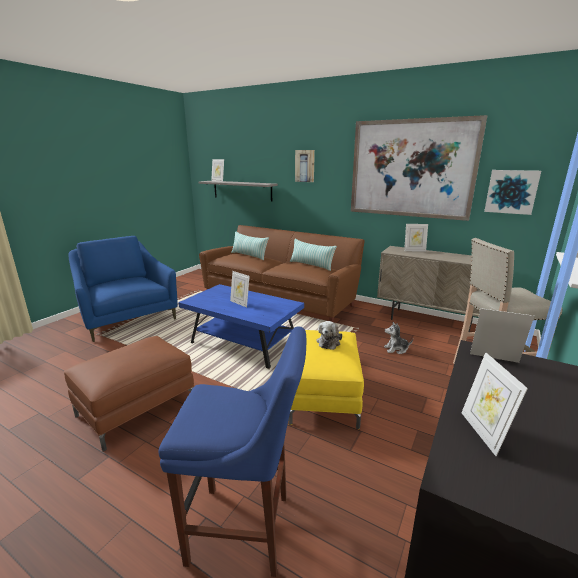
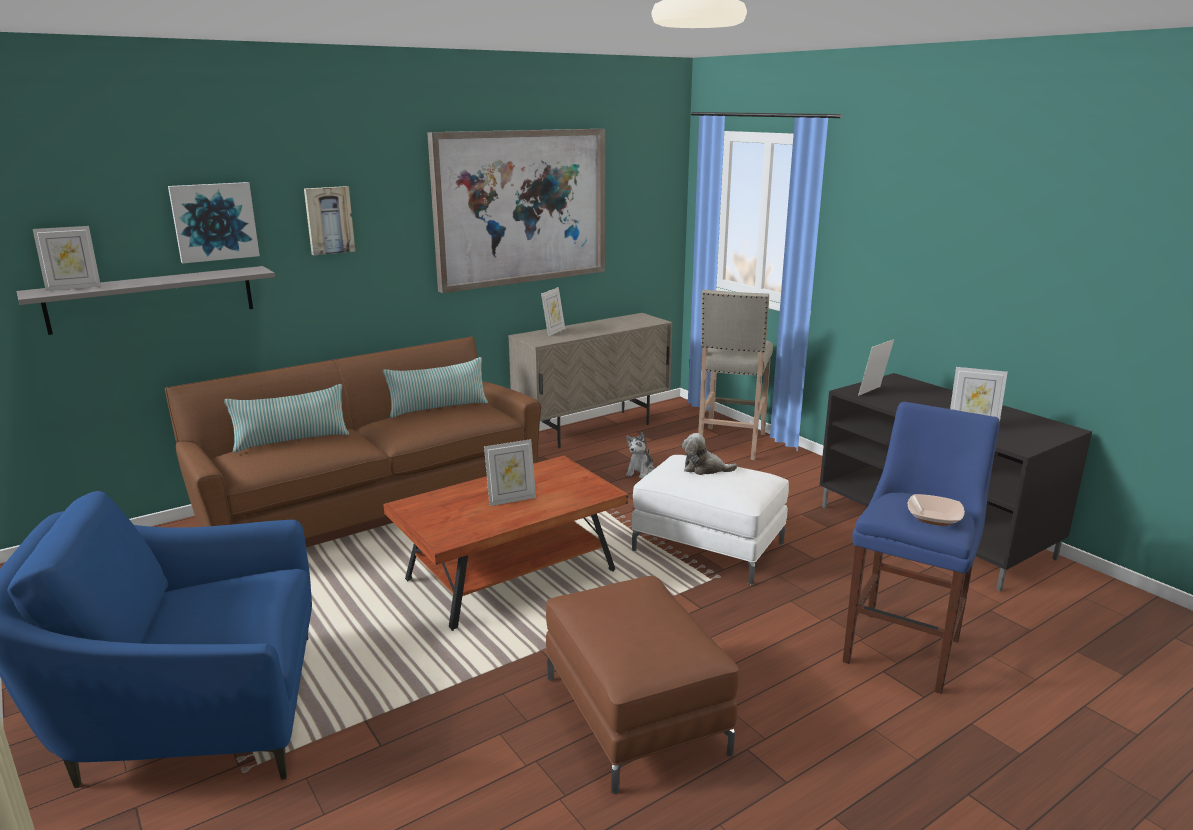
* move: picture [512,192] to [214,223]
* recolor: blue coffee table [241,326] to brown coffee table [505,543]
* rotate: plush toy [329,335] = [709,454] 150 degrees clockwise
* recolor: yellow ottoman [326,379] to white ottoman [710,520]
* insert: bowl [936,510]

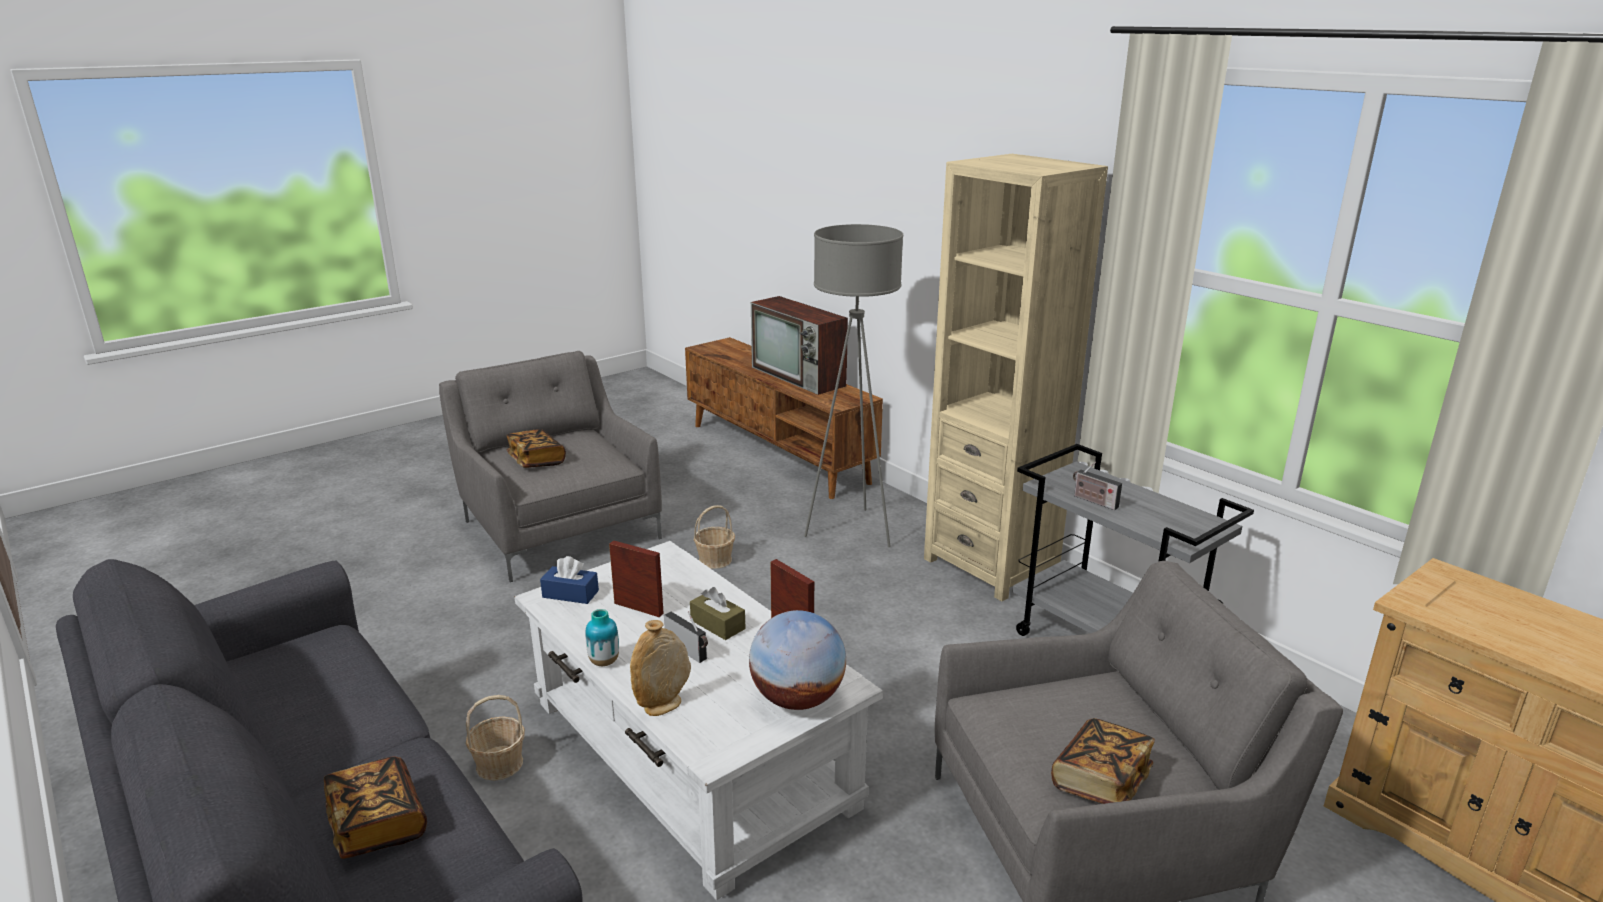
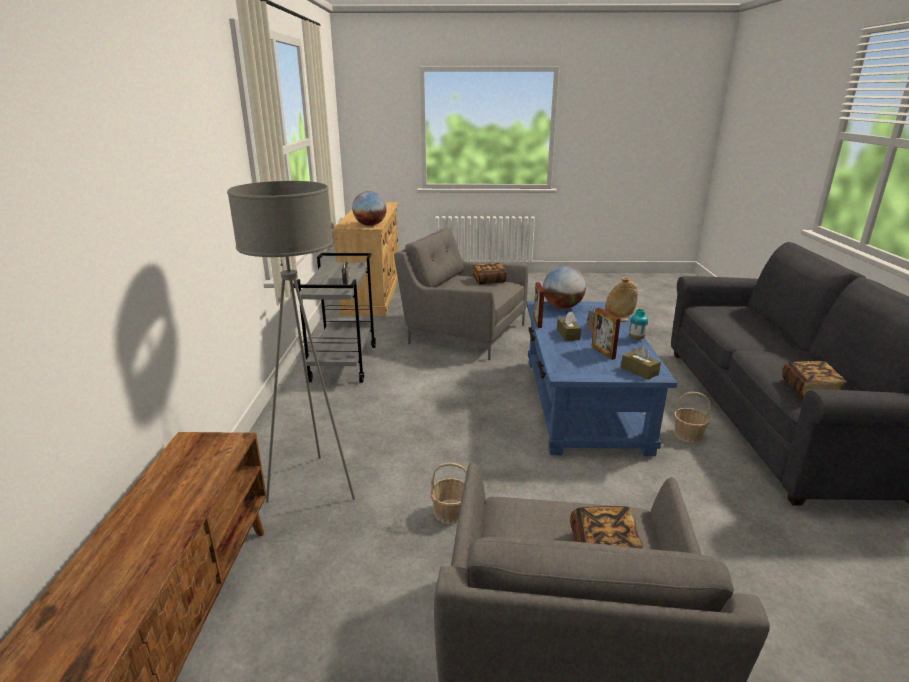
* delete: beige bookcase [1016,377]
* delete: television [799,345]
* recolor: white coffee table [698,720] to blue coffee table [602,378]
* recolor: blue tissue box [569,580] to brown tissue box [641,363]
* move: book [375,807] to [814,380]
* insert: globe [369,208]

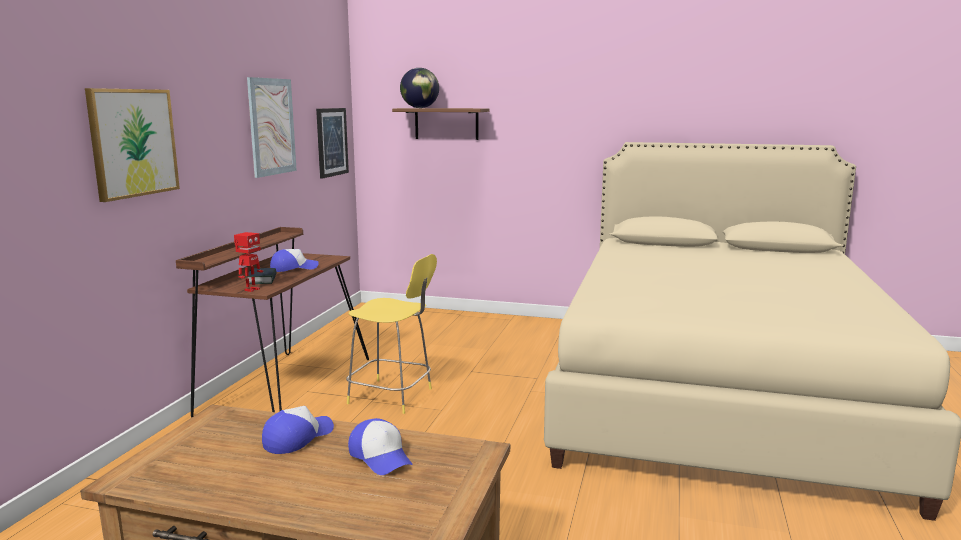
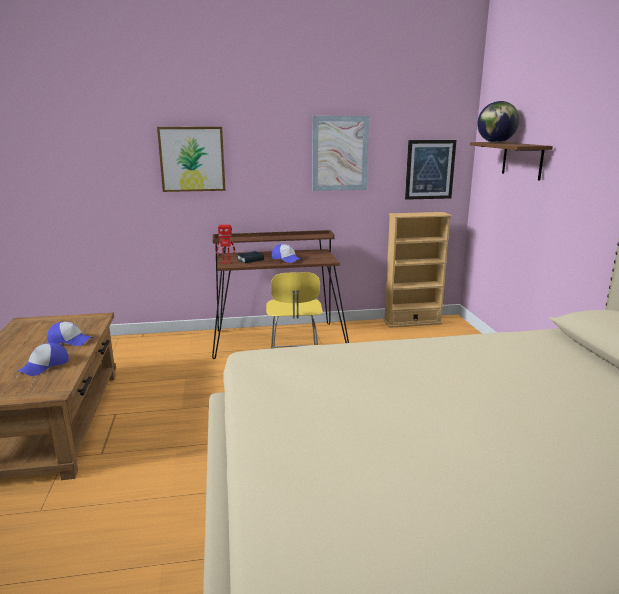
* insert: beige bookcase [418,270]

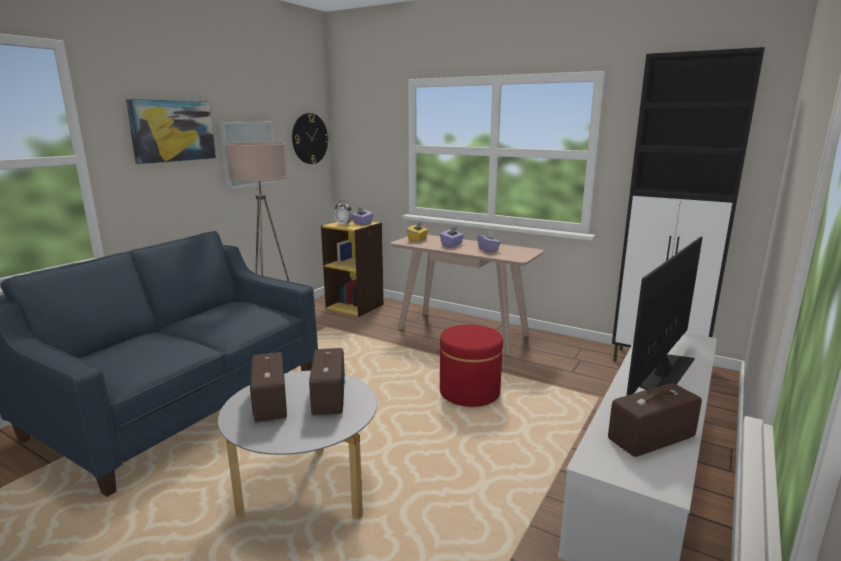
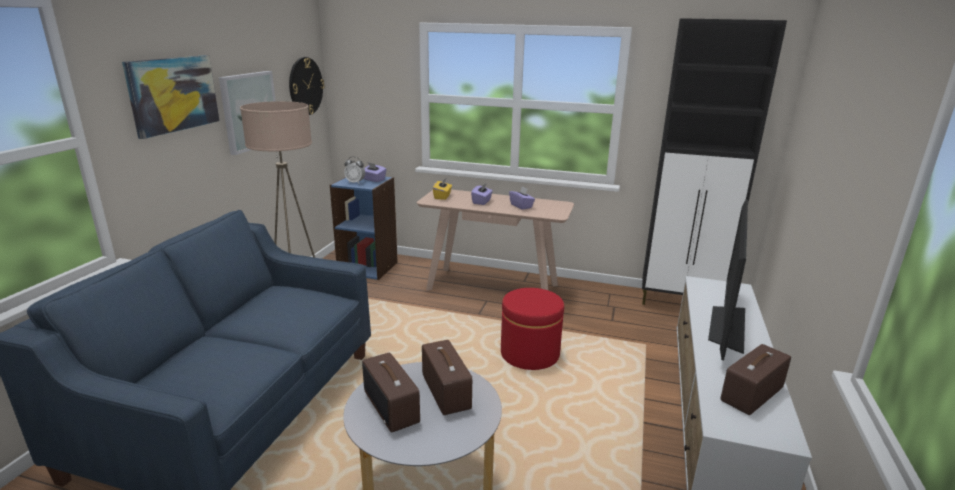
* recolor: yellow bookcase [352,268] to blue bookcase [364,228]

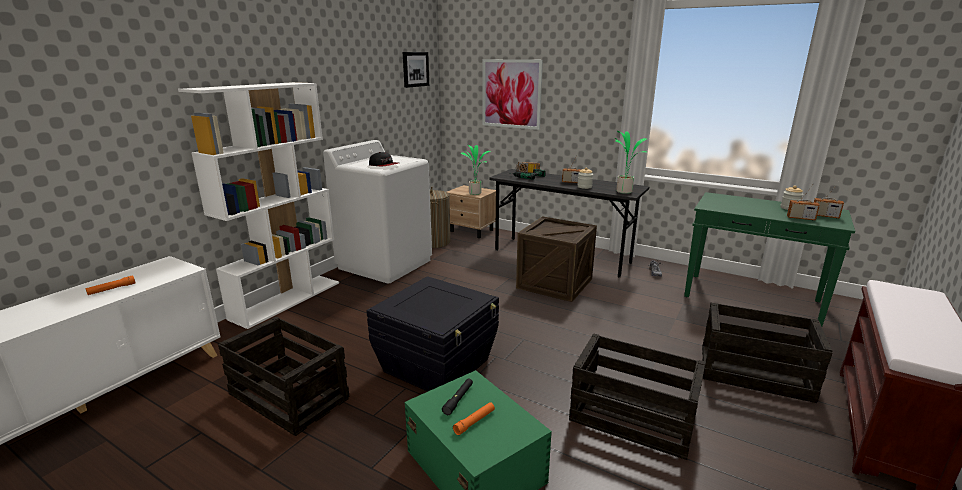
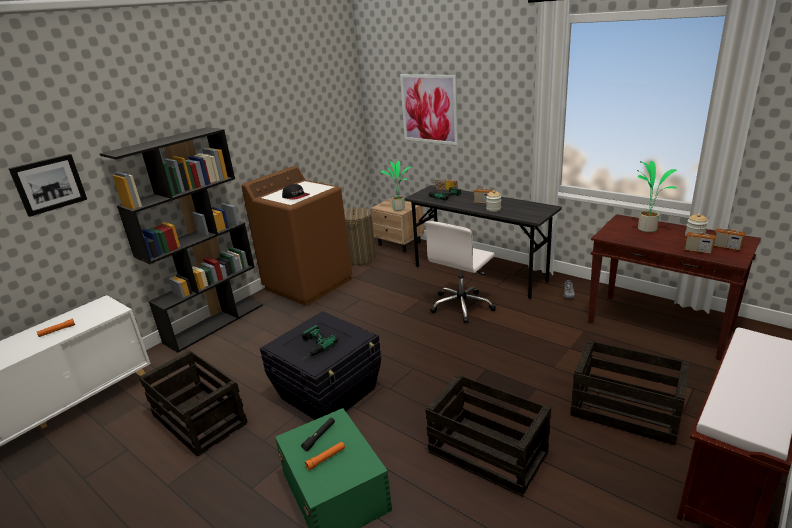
* move: picture [416,70] to [47,185]
* recolor: white bookcase [258,205] to black bookcase [181,240]
* move: potted plant [631,162] to [657,196]
* recolor: white washing machine [377,212] to brown washing machine [296,236]
* recolor: green console table [769,259] to brown console table [674,287]
* replace: crate [556,259] to white office chair [460,272]
* insert: power drill [320,342]

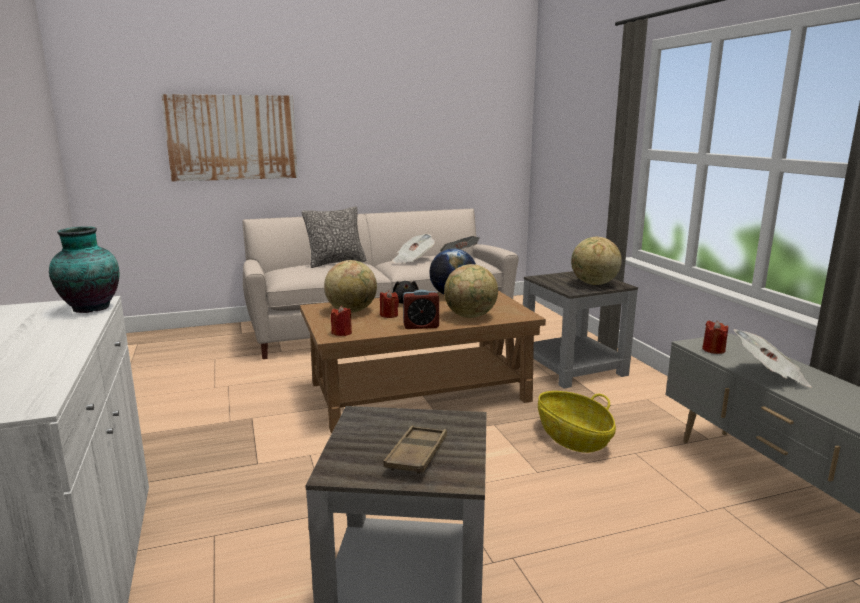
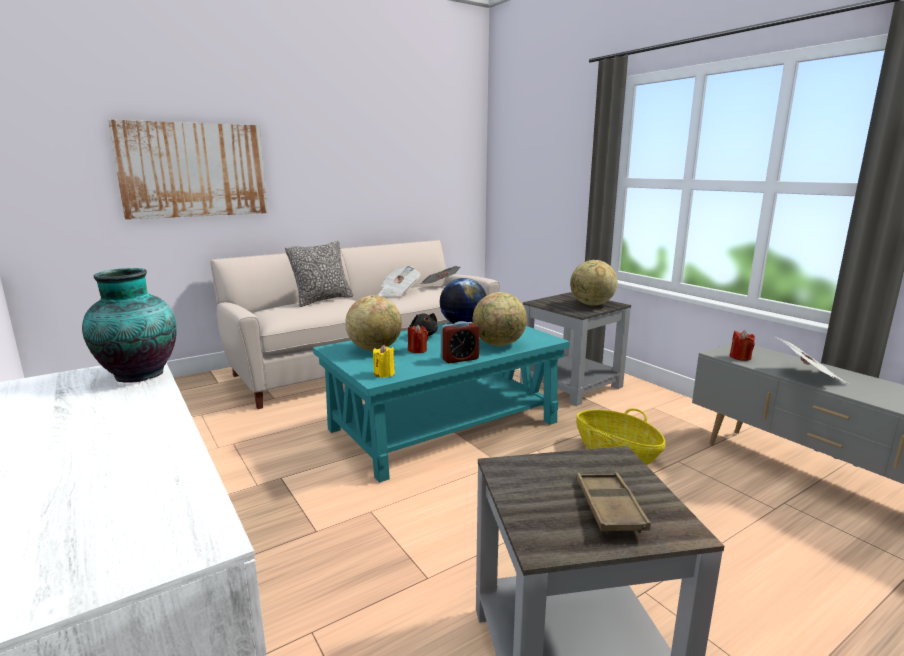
* recolor: brown coffee table [423,361] to turquoise coffee table [441,402]
* recolor: red candle [341,321] to yellow candle [384,360]

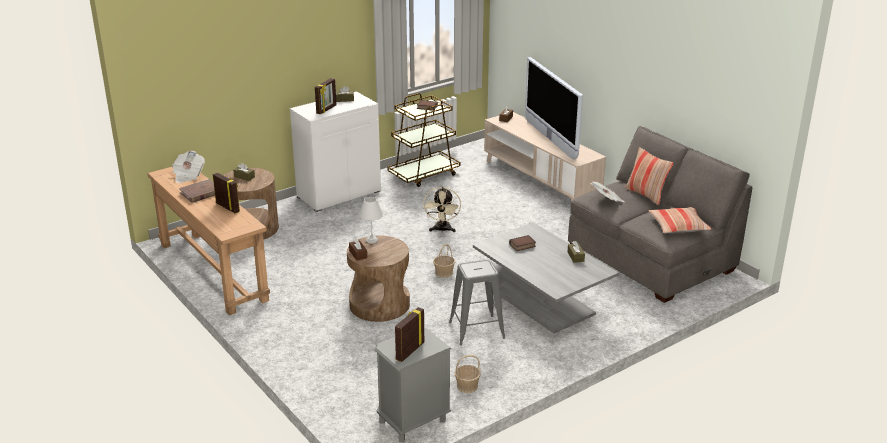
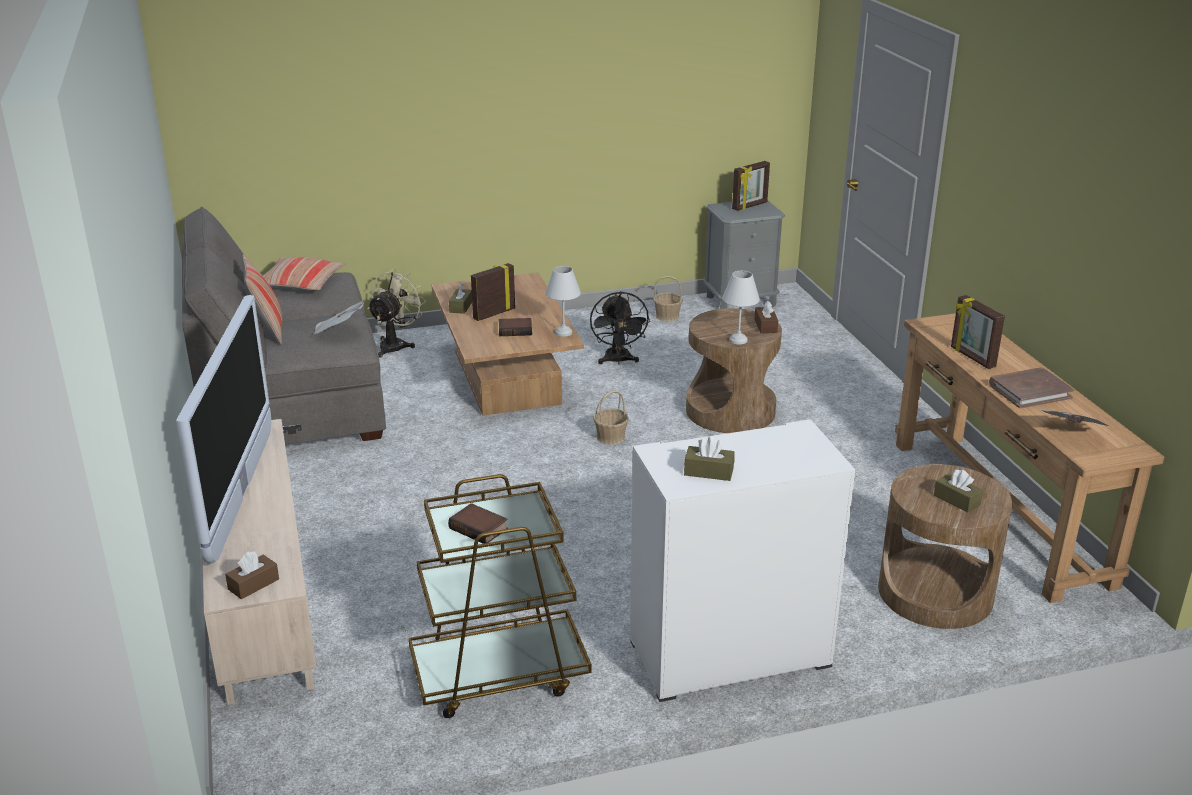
* move: picture frame [325,96] to [493,292]
* move: beige fan [442,209] to [396,313]
* recolor: grey coffee table [546,277] to brown coffee table [508,344]
* replace: grey stool [477,302] to black fan [620,327]
* insert: white table lamp [563,301]

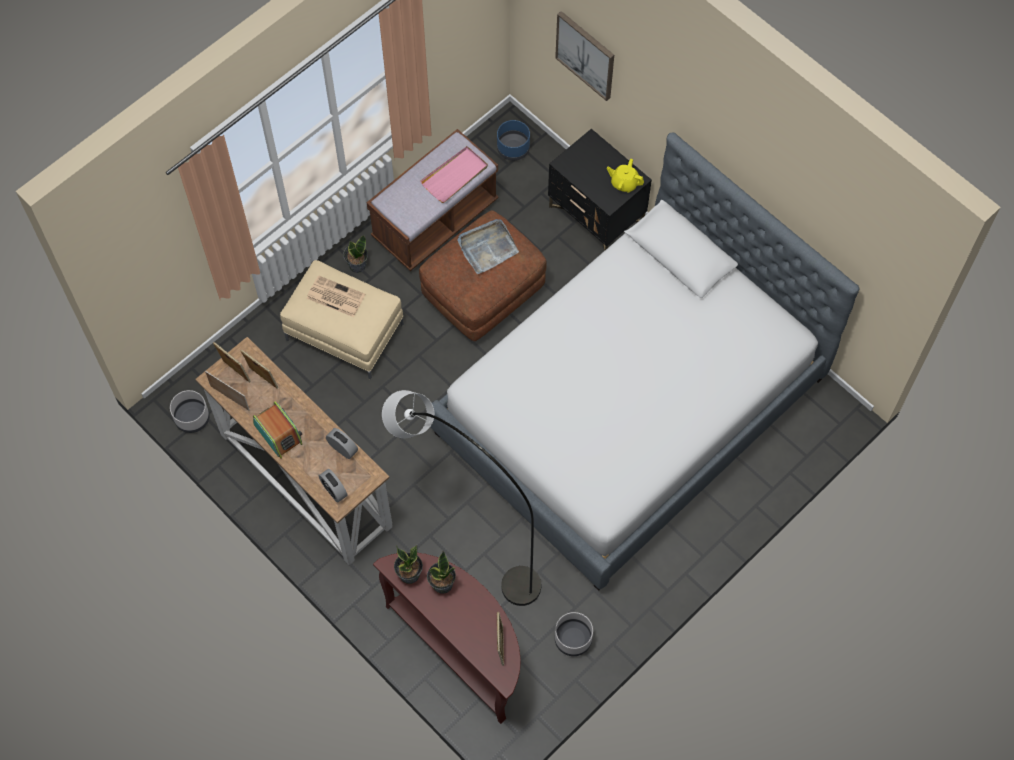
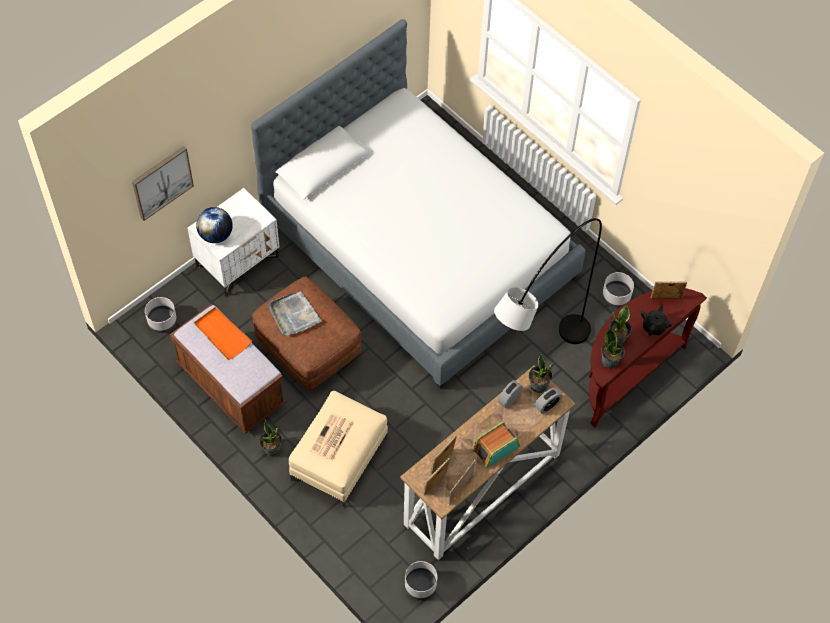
* recolor: blue planter [513,140] to grey planter [161,315]
* recolor: black nightstand [600,190] to white nightstand [233,242]
* recolor: pink tray [454,174] to orange tray [223,333]
* delete: yellow teapot [625,175]
* insert: globe [214,225]
* insert: black teapot [657,320]
* insert: potted plant [542,372]

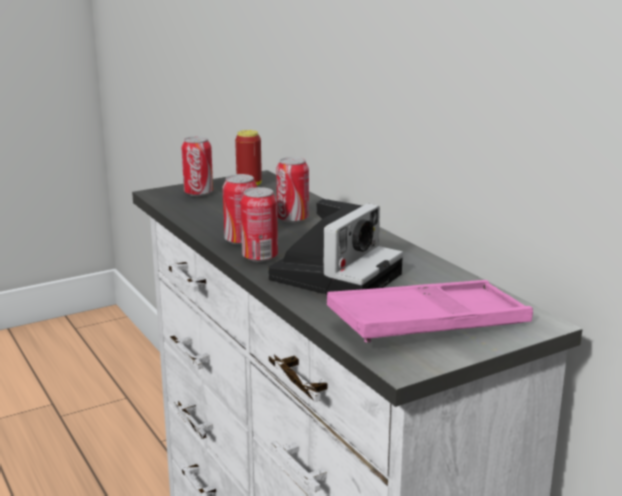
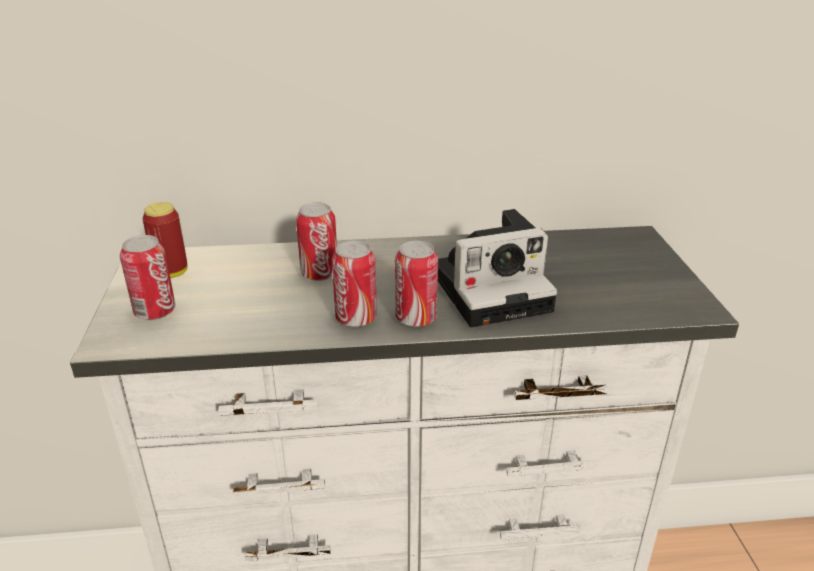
* rotate: photo camera [335,246] = [497,268] 105 degrees clockwise
* delete: pink tray [430,311]

